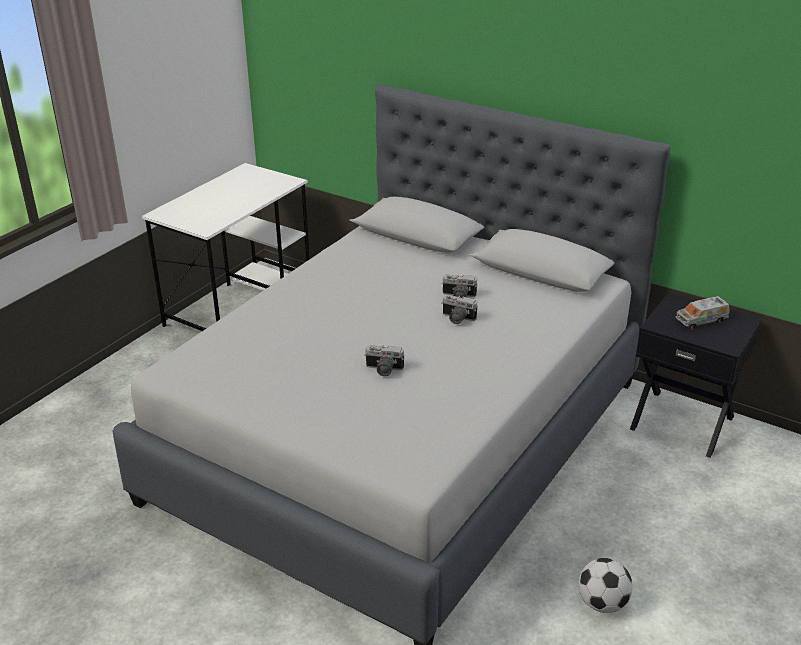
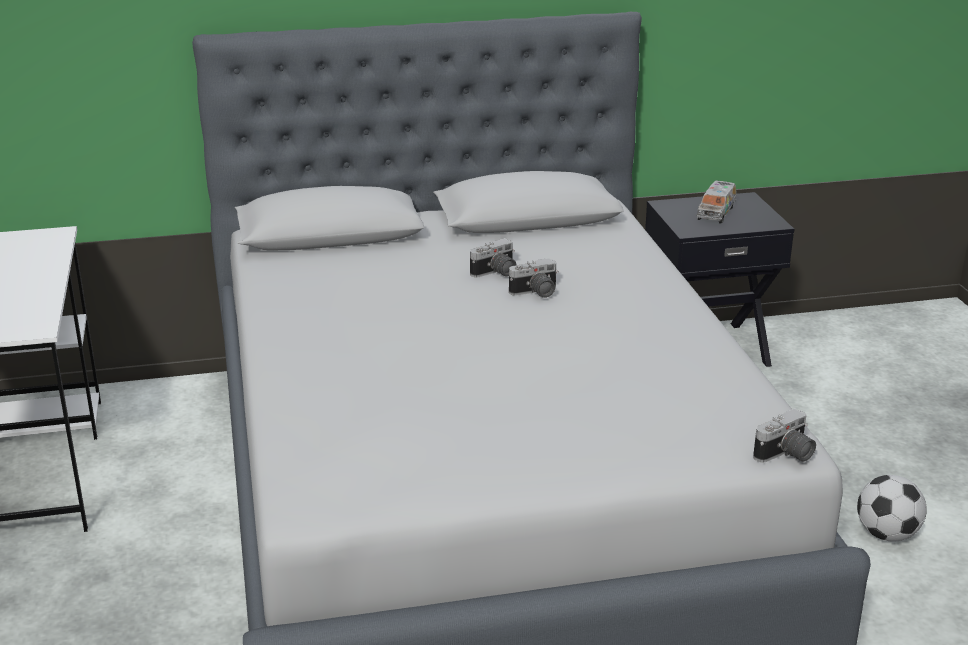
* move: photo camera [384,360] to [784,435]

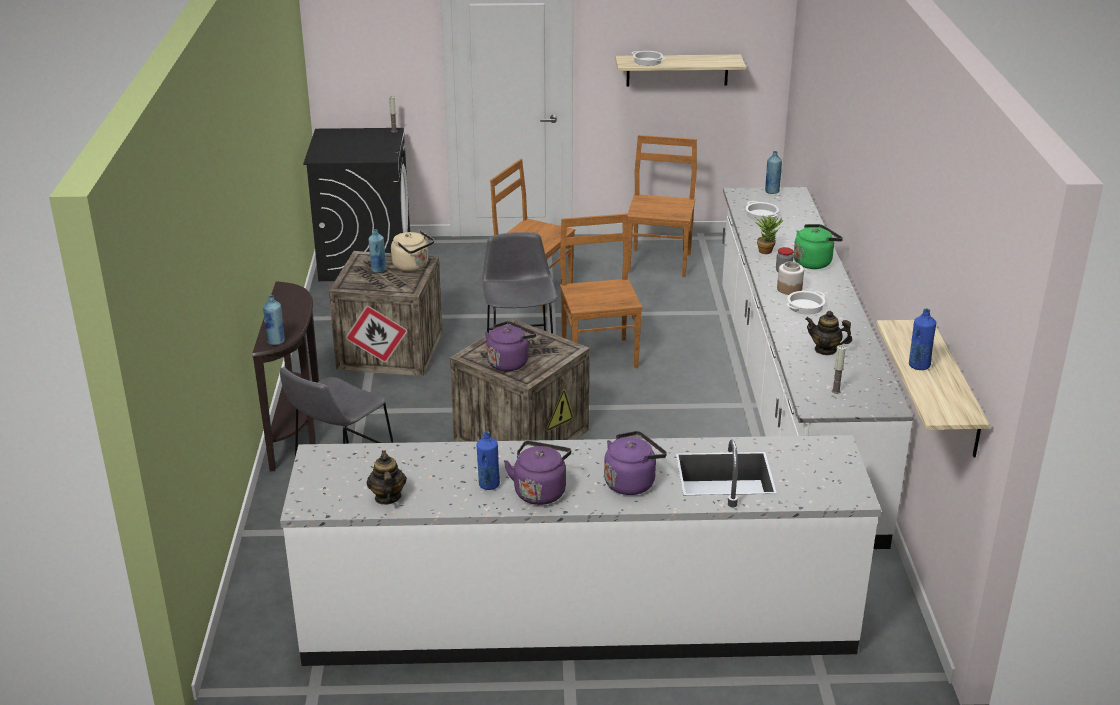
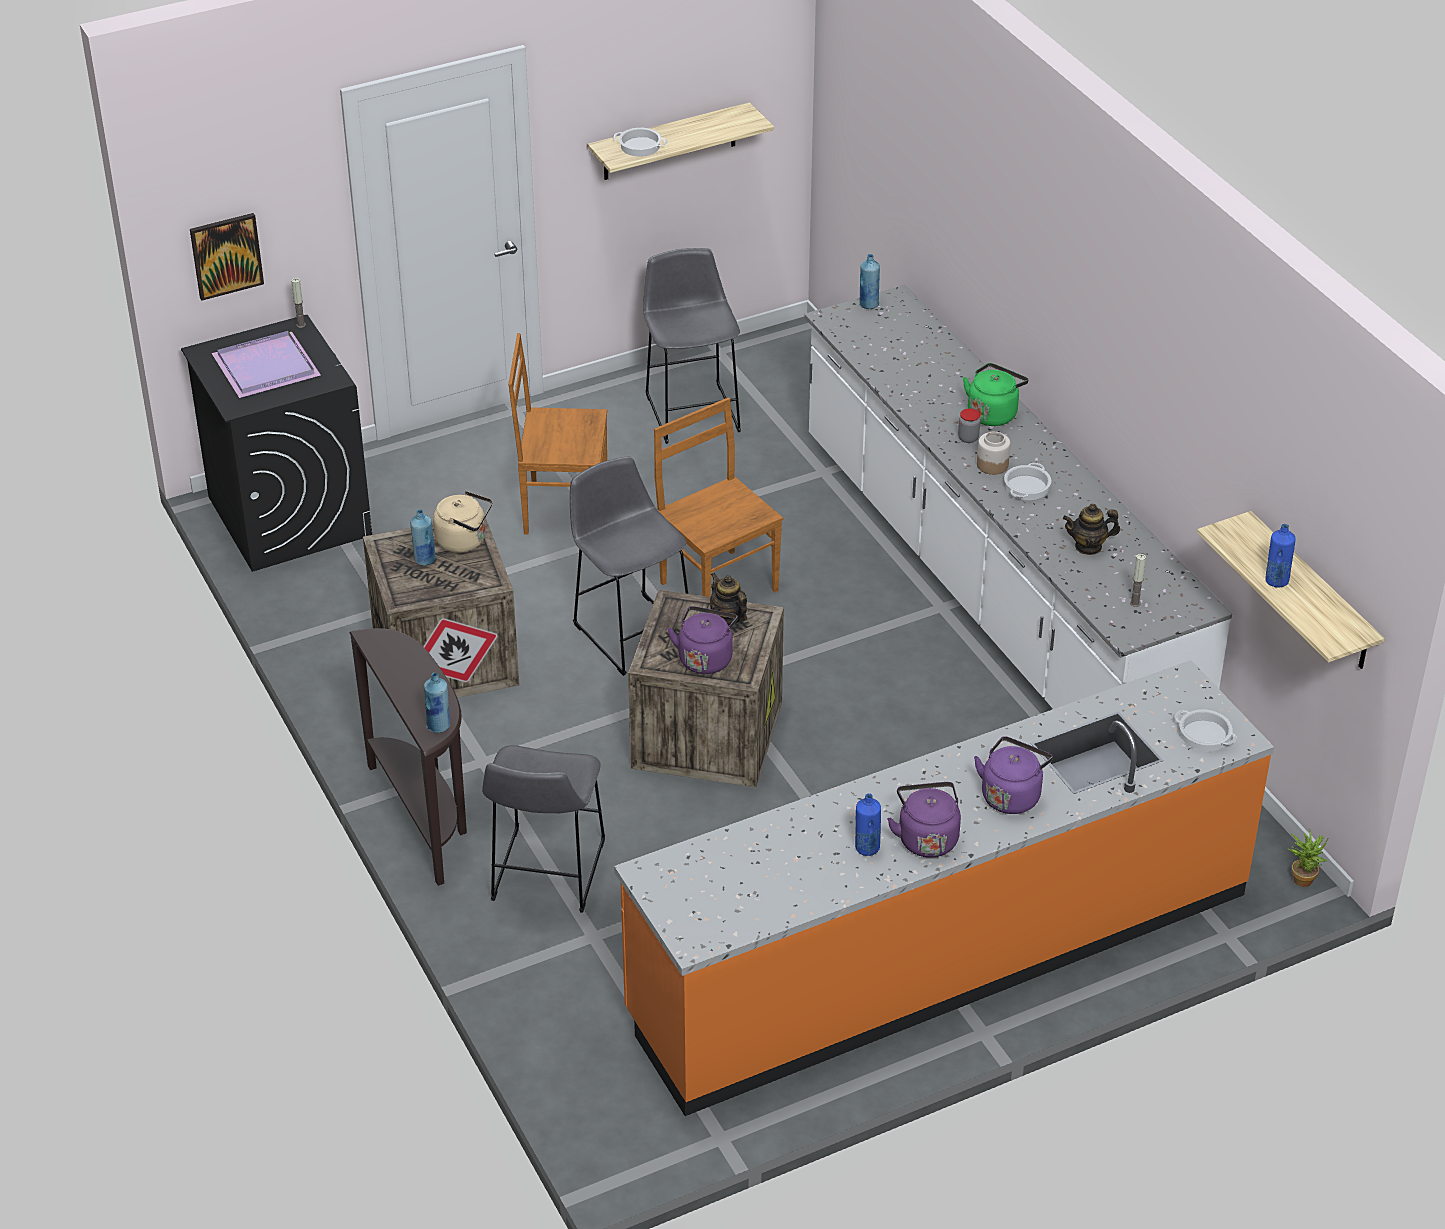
* replace: brown chair [662,206] to grey stool [692,346]
* move: cooking pot [762,211] to [1206,730]
* move: potted plant [768,234] to [1308,858]
* recolor: white counter [580,550] to orange counter [944,888]
* move: teapot [387,477] to [728,599]
* insert: picture [227,257]
* insert: purple tray [266,364]

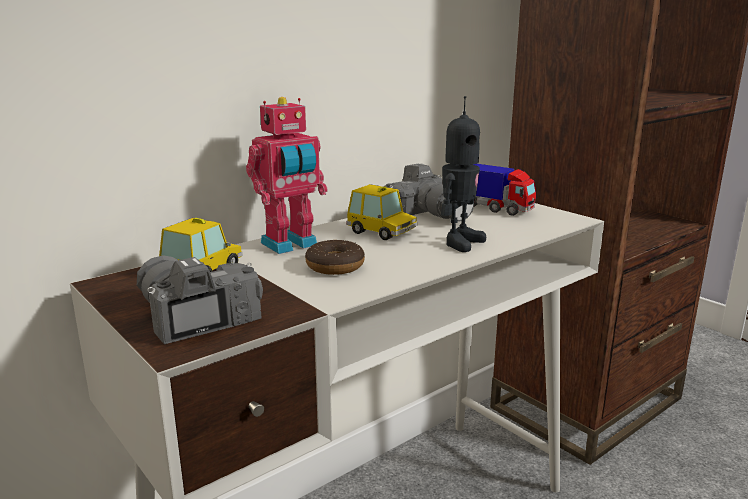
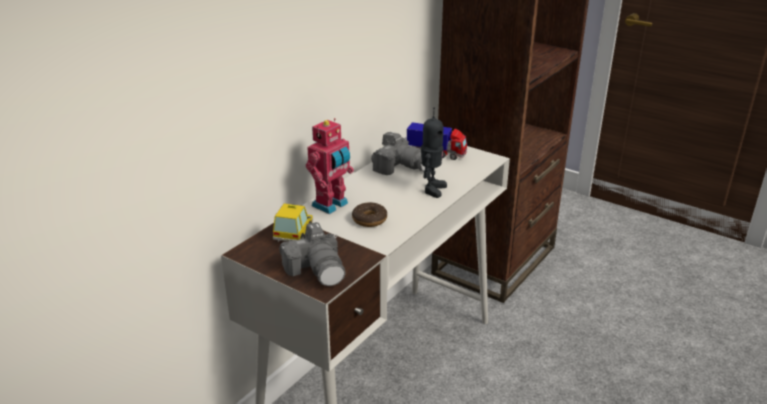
* delete: toy car [381,212]
* rotate: photo camera [200,299] = [312,254] 150 degrees counterclockwise

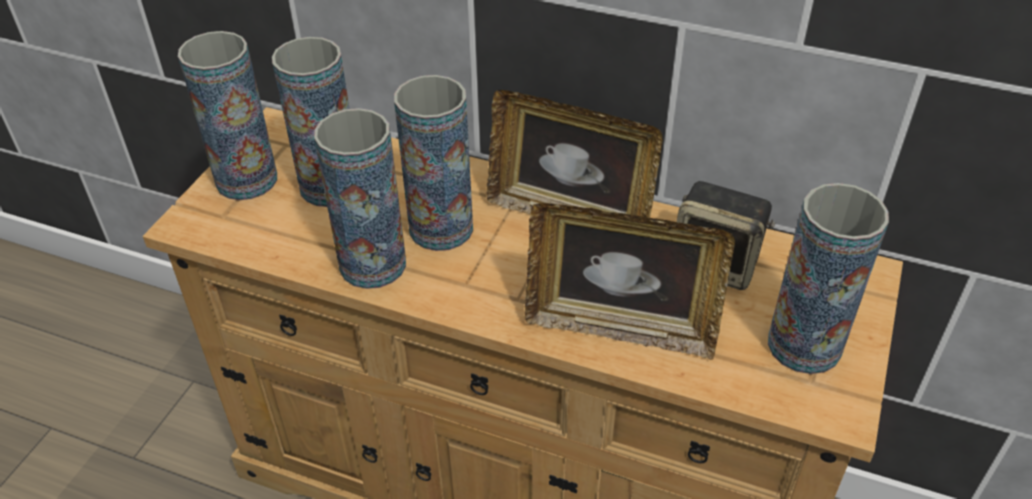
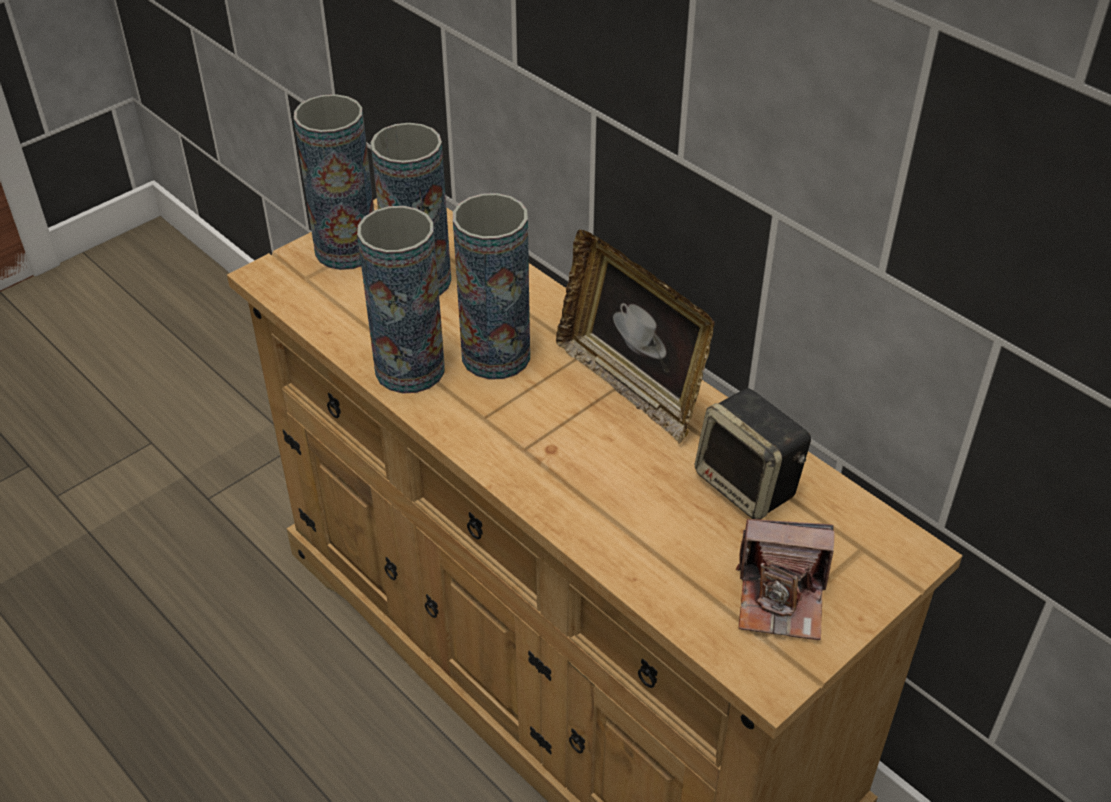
* replace: vase [828,278] to photo camera [785,579]
* delete: picture frame [630,281]

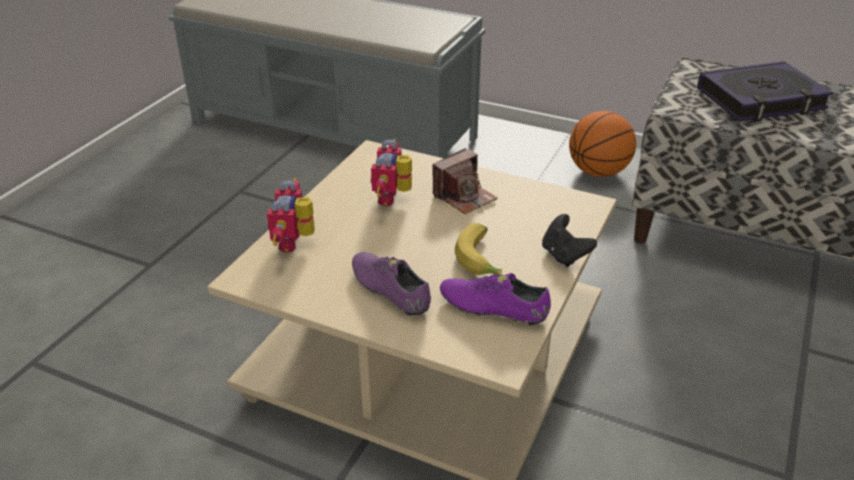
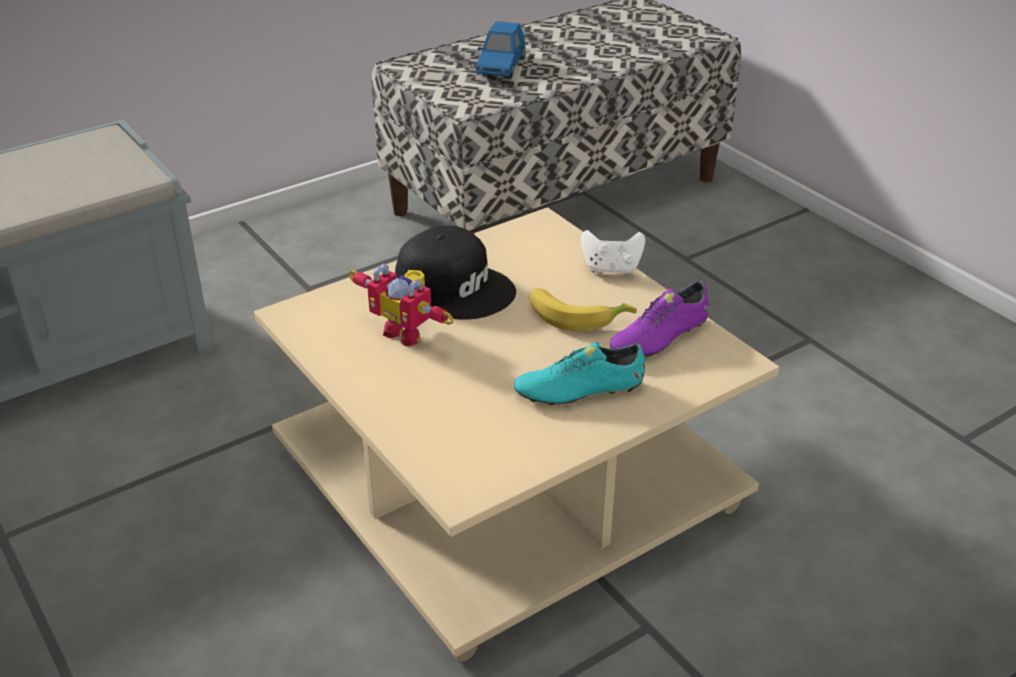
* replace: book [765,91] to blue toy car [500,48]
* delete: basketball [602,144]
* replace: photo camera [465,181] to black cap [455,273]
* delete: toy robot [291,215]
* recolor: black game controller [569,240] to white game controller [613,252]
* recolor: purple shoe [391,284] to turquoise shoe [579,374]

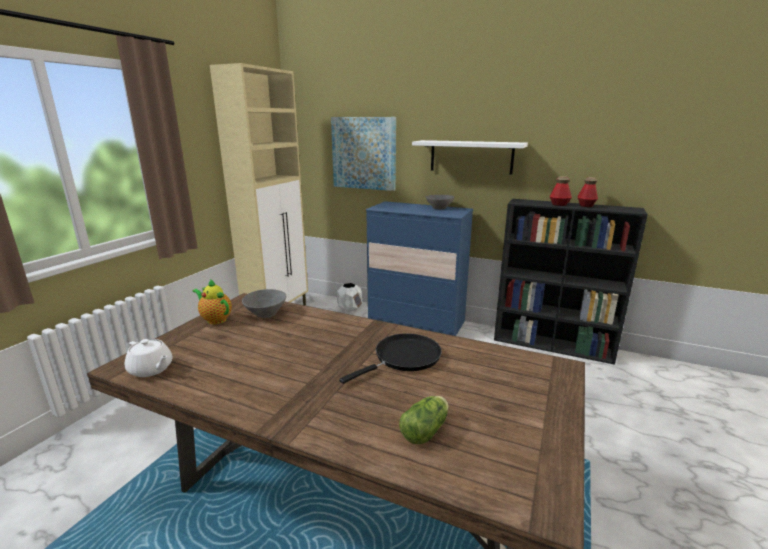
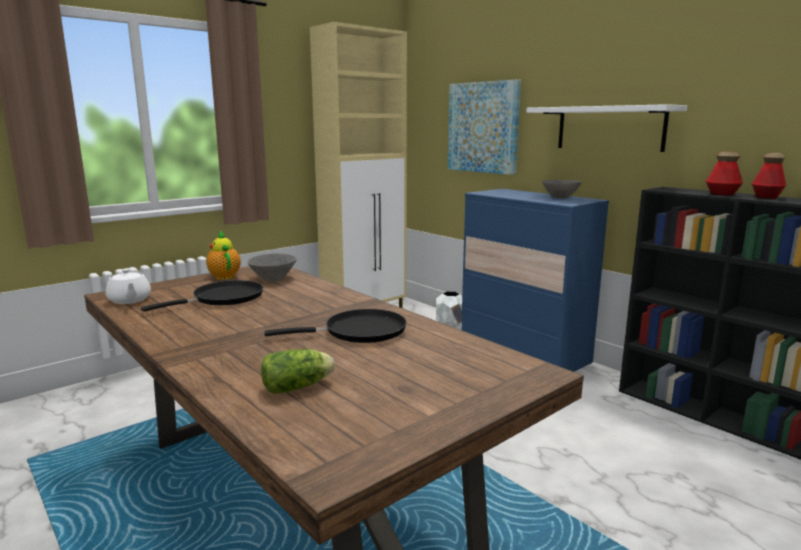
* insert: black frying pan [202,296]

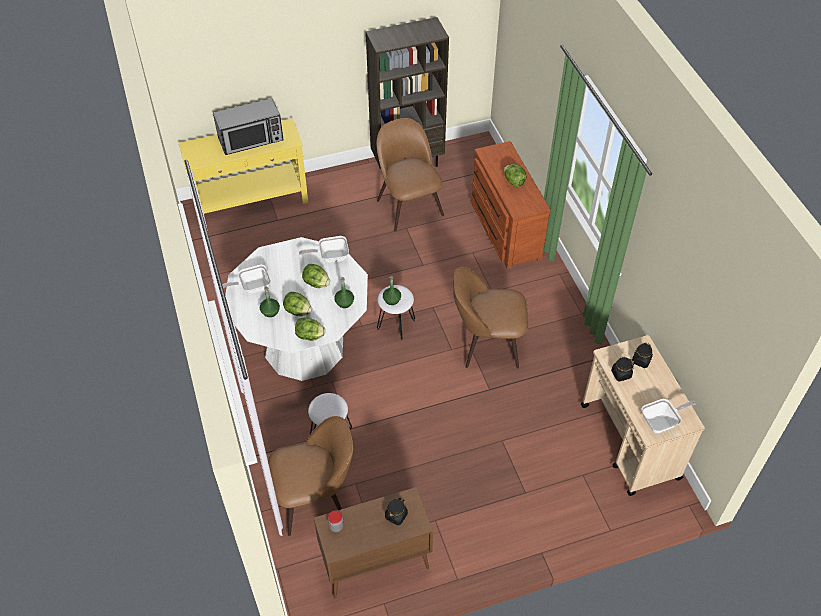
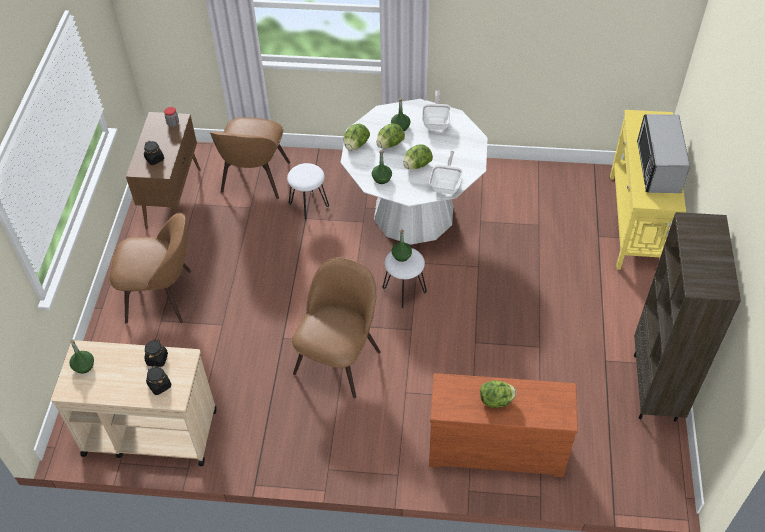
* move: brown chair [410,175] to [150,268]
* replace: frying pan [669,416] to green bottle [81,356]

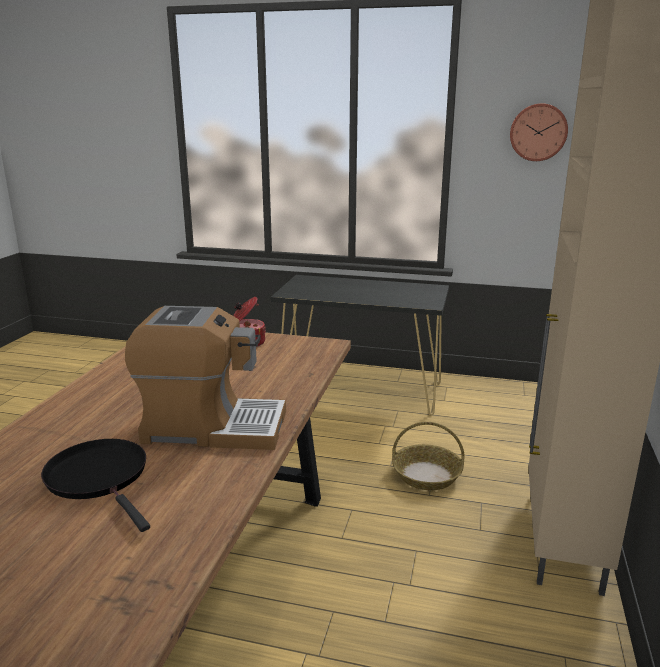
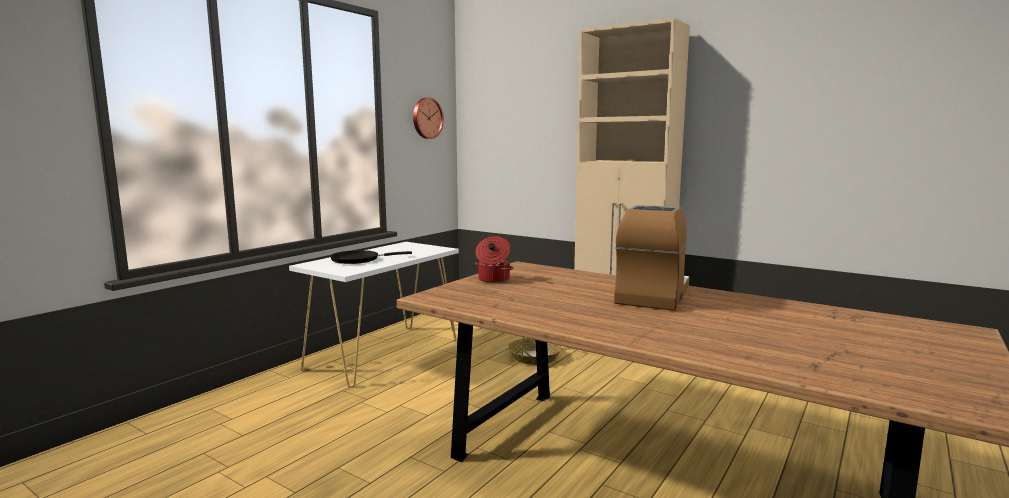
* recolor: black console table [360,345] to white console table [374,315]
* move: black frying pan [95,485] to [371,257]

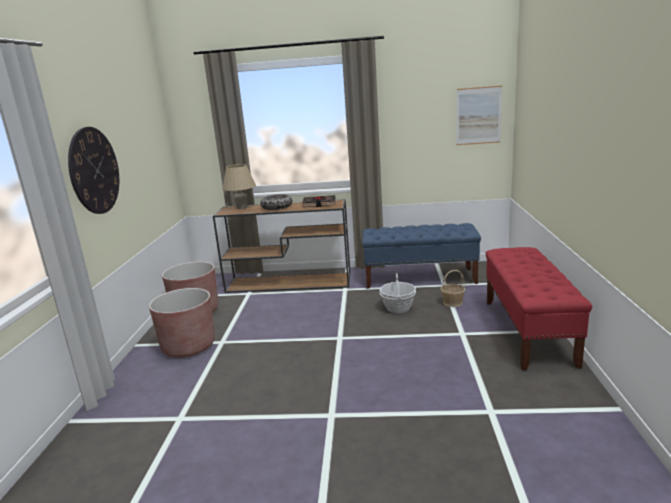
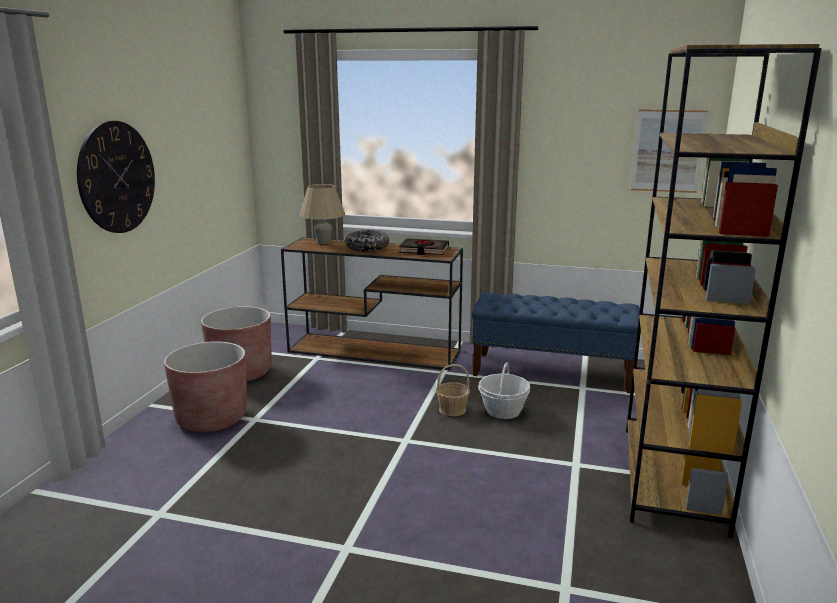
* replace: red bench [538,308] to brown bookcase [724,291]
* move: basket [453,288] to [453,390]

